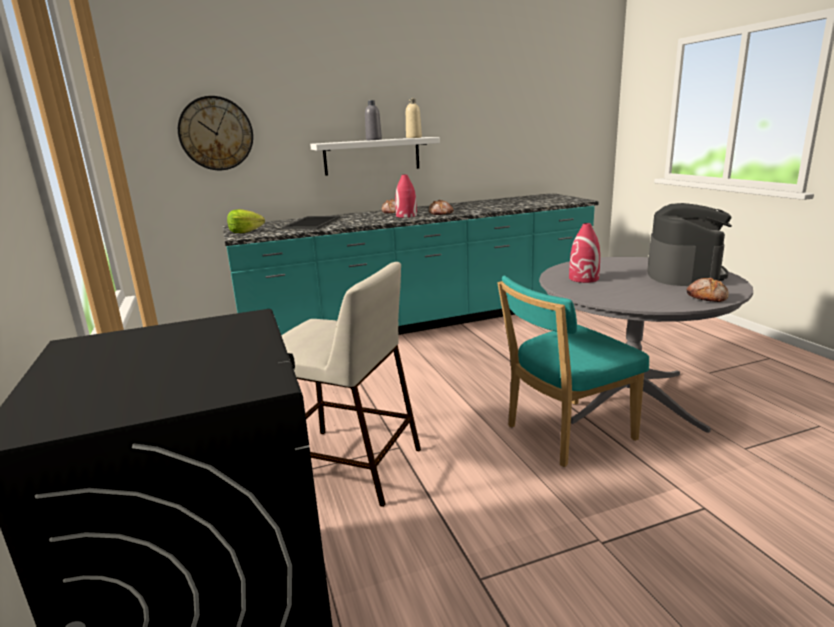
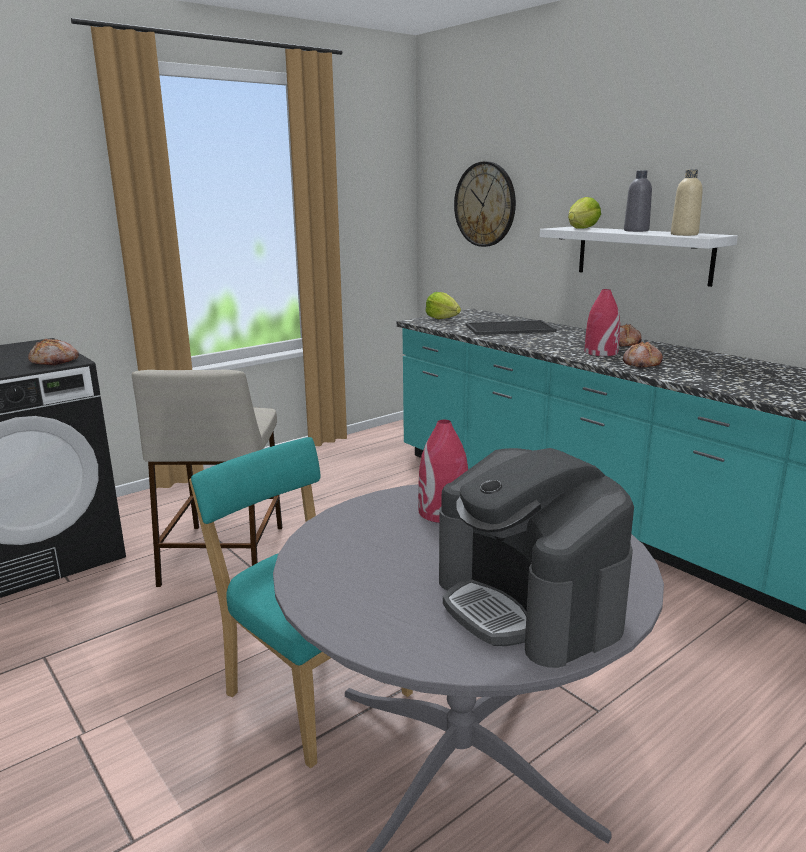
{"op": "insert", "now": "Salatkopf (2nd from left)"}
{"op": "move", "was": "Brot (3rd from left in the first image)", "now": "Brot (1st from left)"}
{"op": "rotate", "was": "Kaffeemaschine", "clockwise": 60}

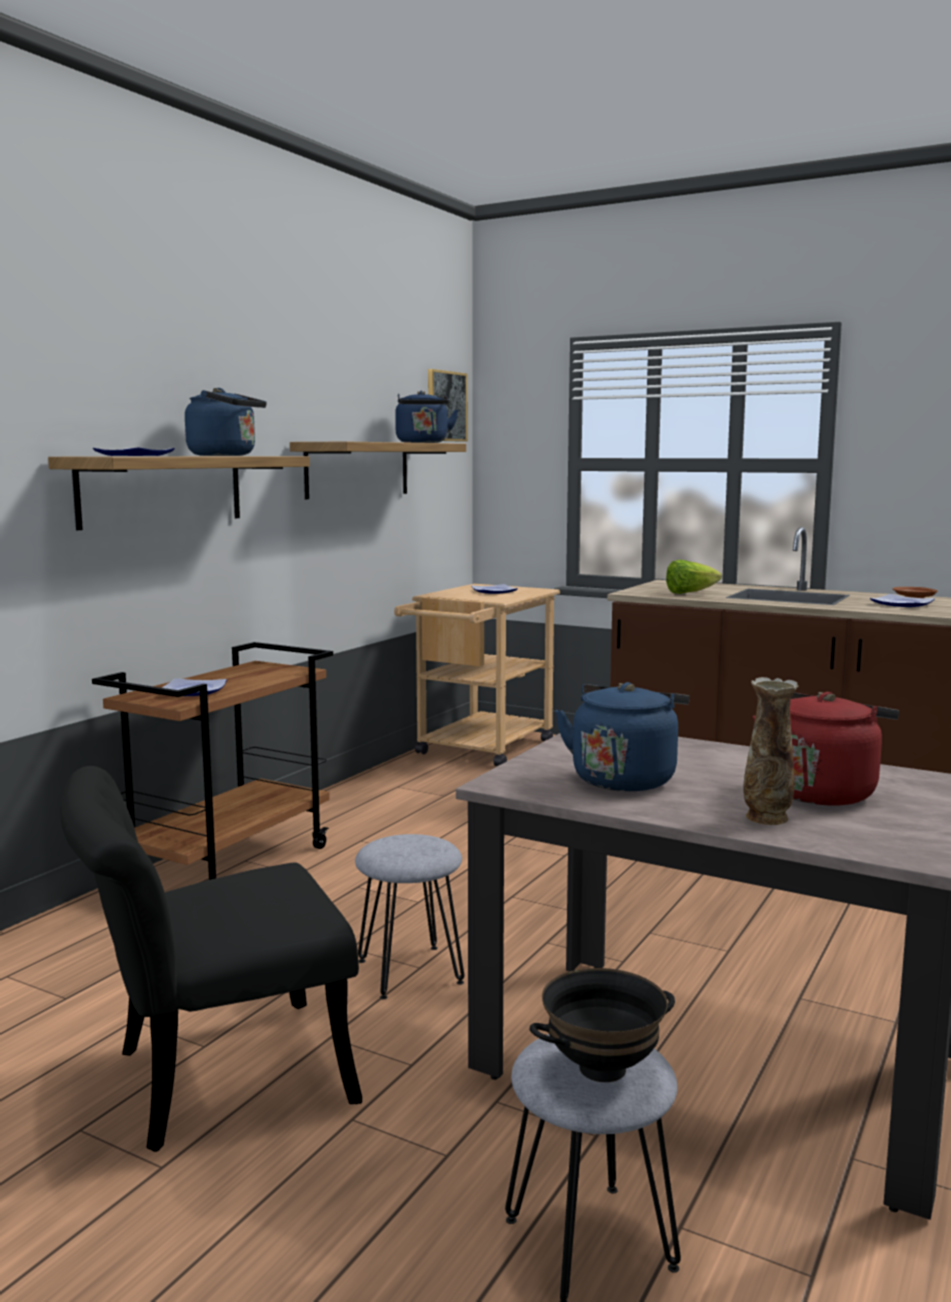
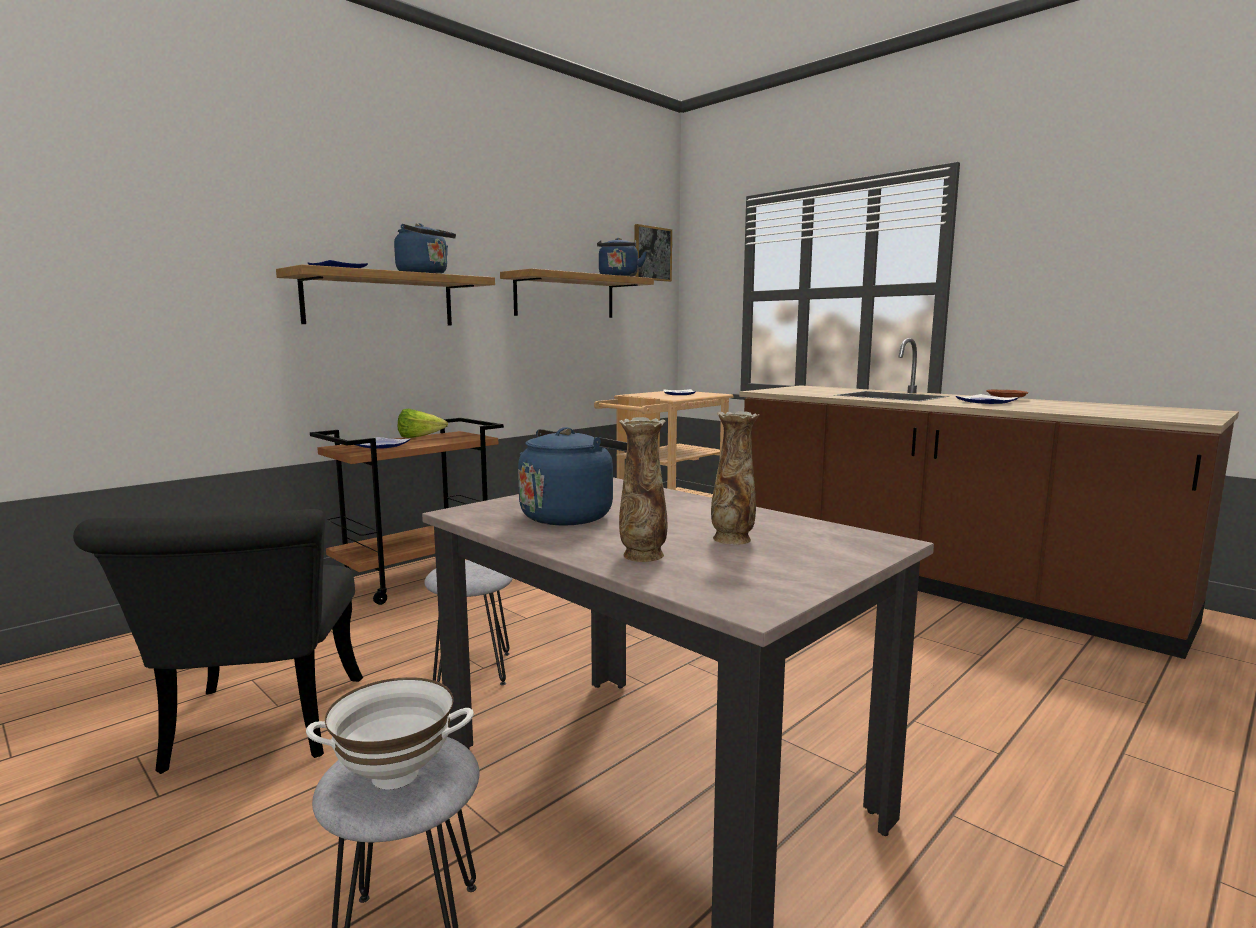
{"op": "move", "was": "Salatkopf"}
{"op": "replace", "was": "Wasserkessel/rot", "now": "Vase (2nd from left)"}
{"op": "recolor", "was": "Schüssel/schwarz", "now": "Schüssel/weiß"}
{"op": "rotate", "was": "Stuhl/schwarz", "clockwise": -90}

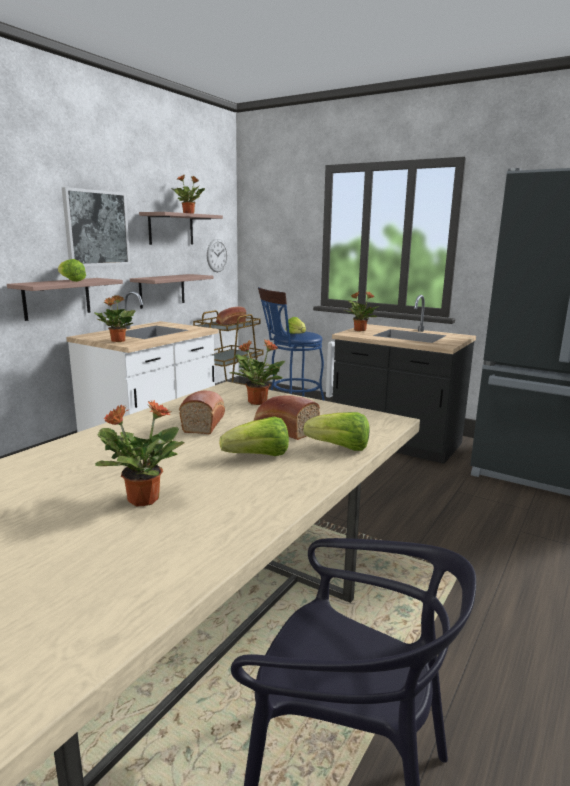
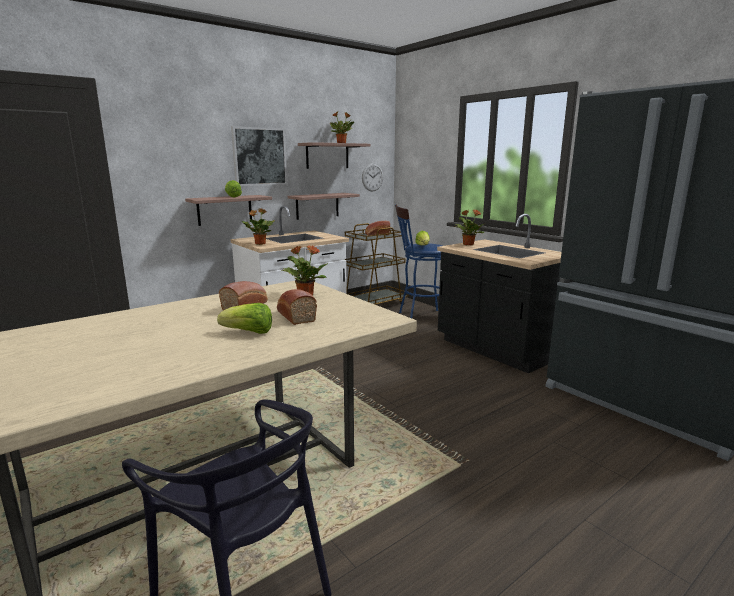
{"op": "delete", "was": "Topfpflanze (2nd from left)"}
{"op": "delete", "was": "Salatkopf (4th from left)"}

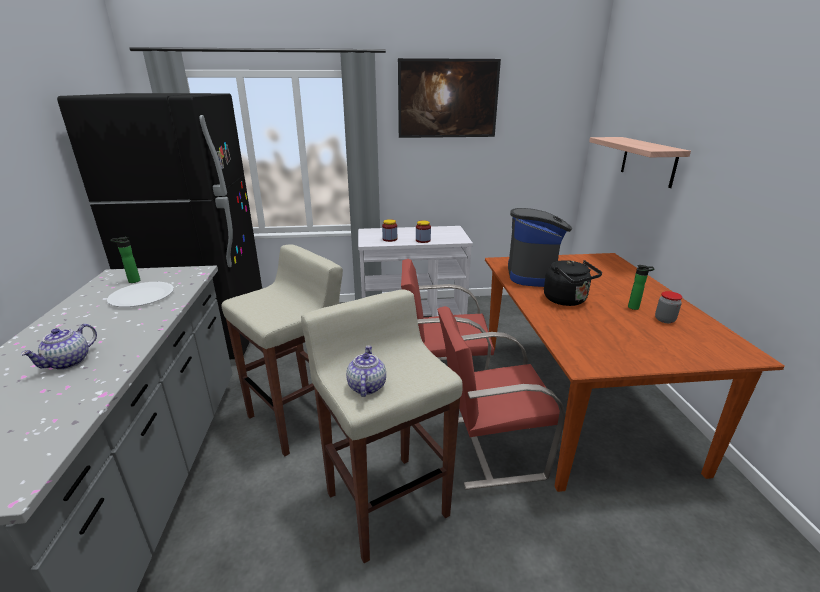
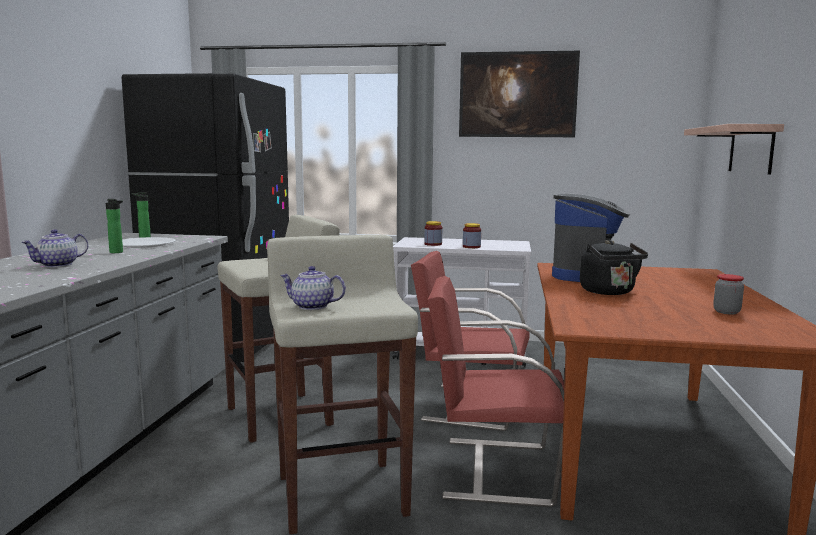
{"op": "move", "was": "Flasche (2nd from left in the first image)", "now": "Flasche (1st from left)"}
{"op": "rotate", "was": "Teekanne (2nd from left)", "clockwise": -90}

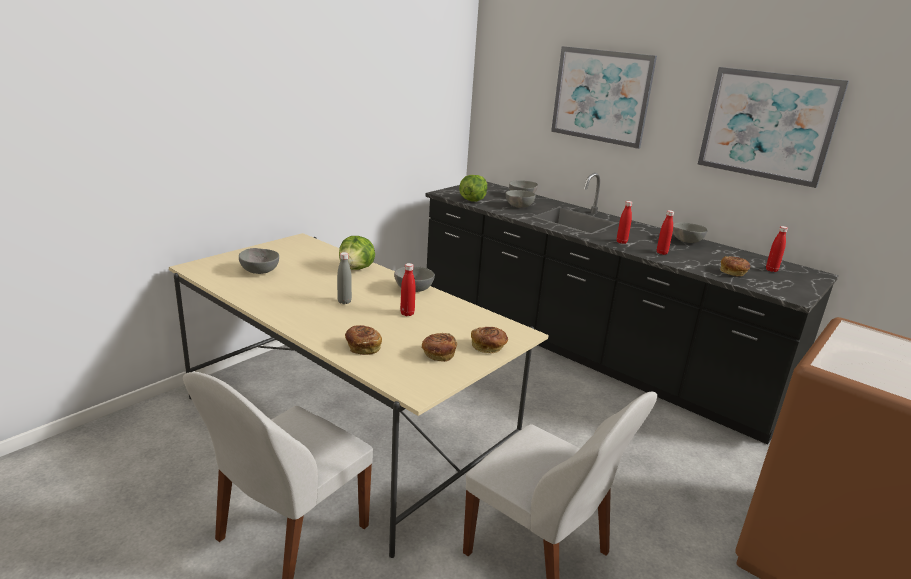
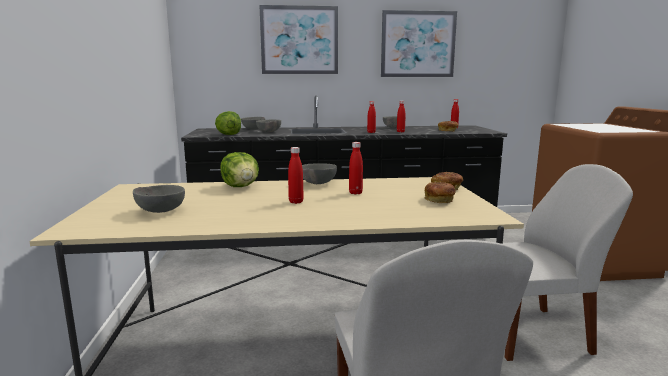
{"op": "delete", "was": "Brot (1st from left)"}
{"op": "recolor", "was": "Flasche/grau", "now": "Flasche/rot (1st from left)"}

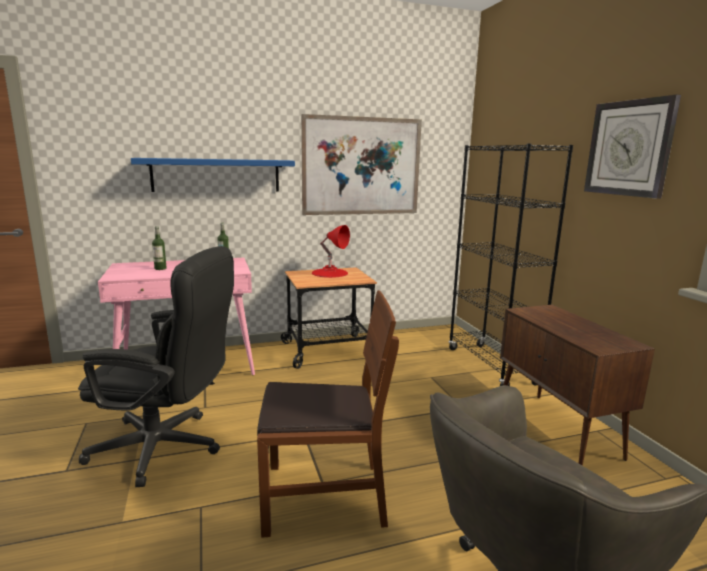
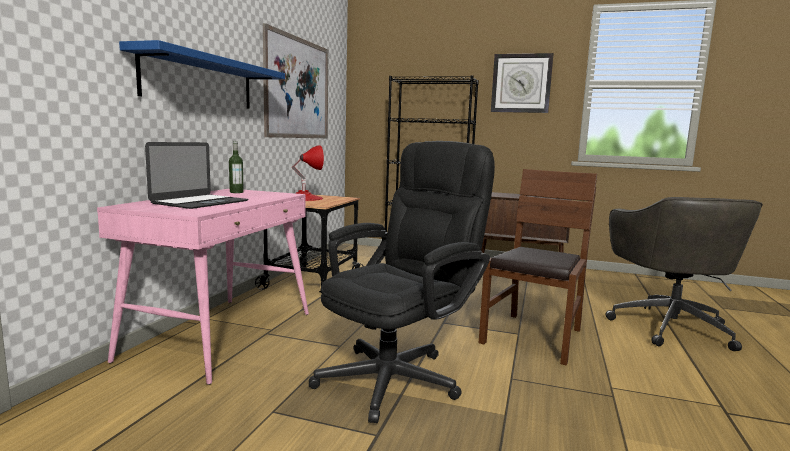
{"op": "replace", "was": "Flasche (1st from left)", "now": "Laptop"}

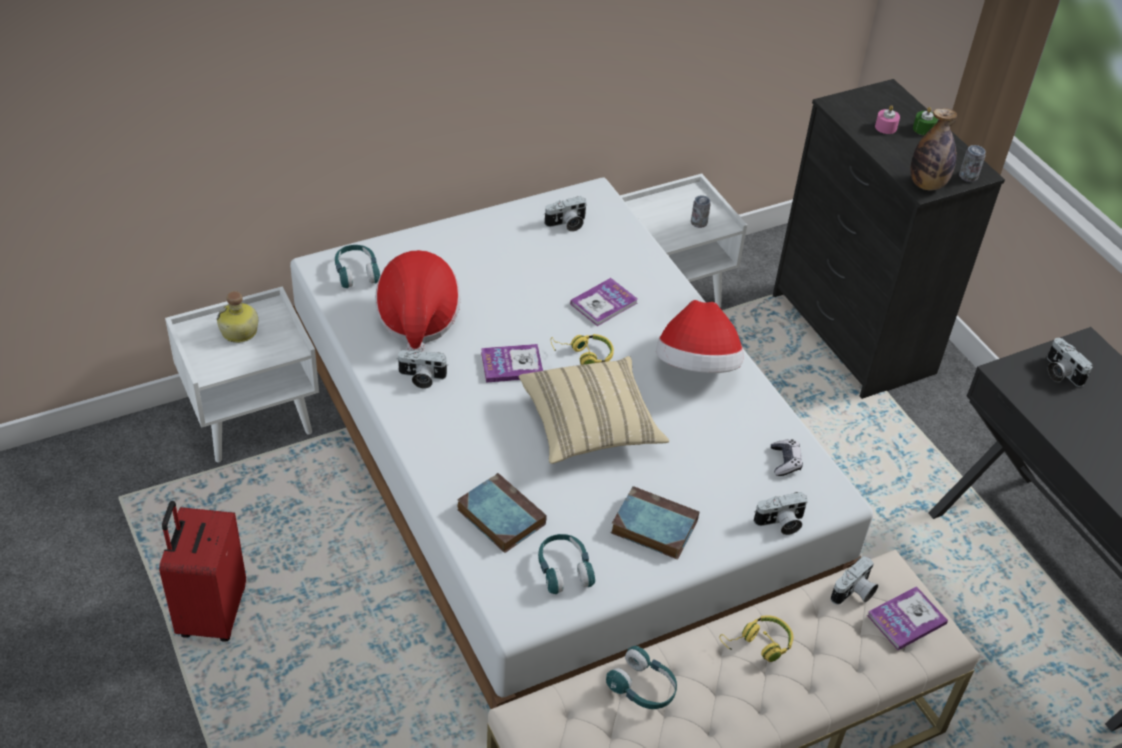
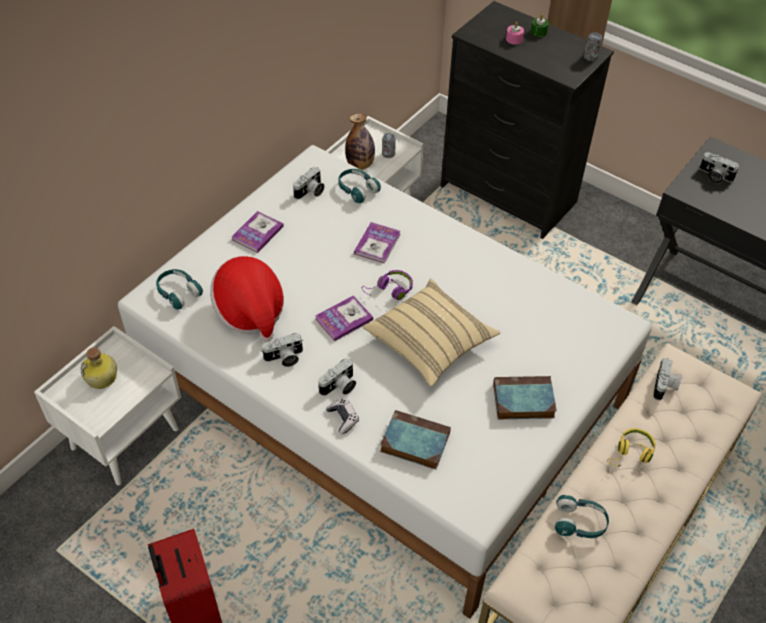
{"op": "delete", "was": "Hut (2nd from left)"}
{"op": "move", "was": "Kopfhörer/türkis (2nd from left)"}
{"op": "move", "was": "Kamera (3rd from left)"}
{"op": "move", "was": "Gamepad"}
{"op": "move", "was": "Buch (5th from left in the first image)", "now": "Buch (1st from left)"}
{"op": "move", "was": "Flasche (2nd from left)"}
{"op": "recolor", "was": "Kopfhörer/gelb (1st from left)", "now": "Kopfhörer/lila"}

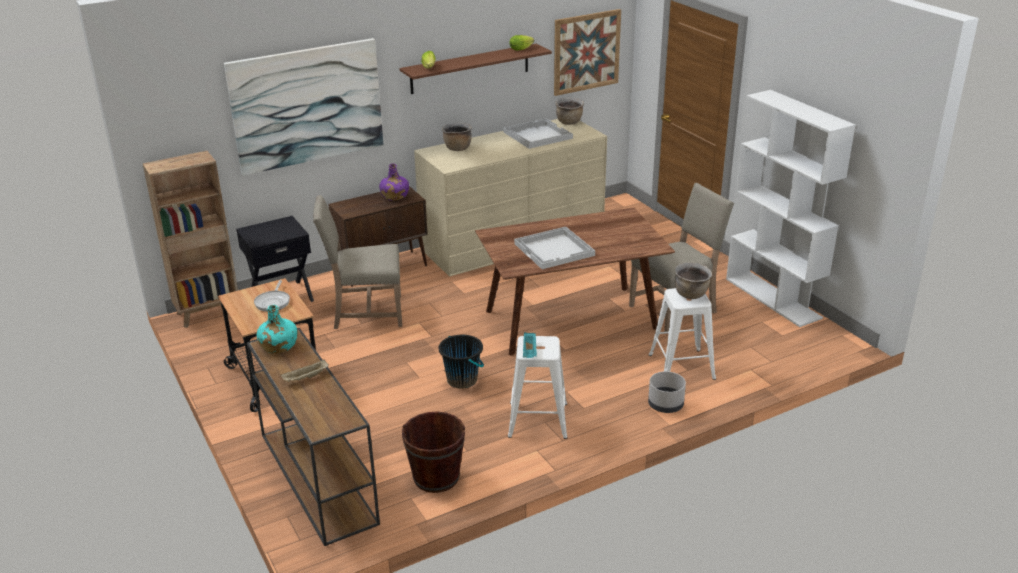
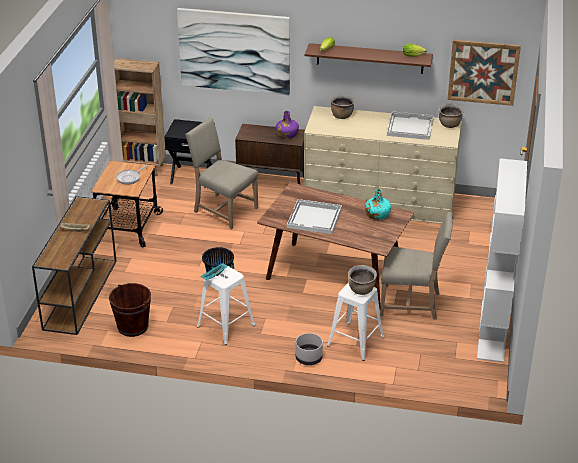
{"op": "move", "was": "Flasche/türkis"}

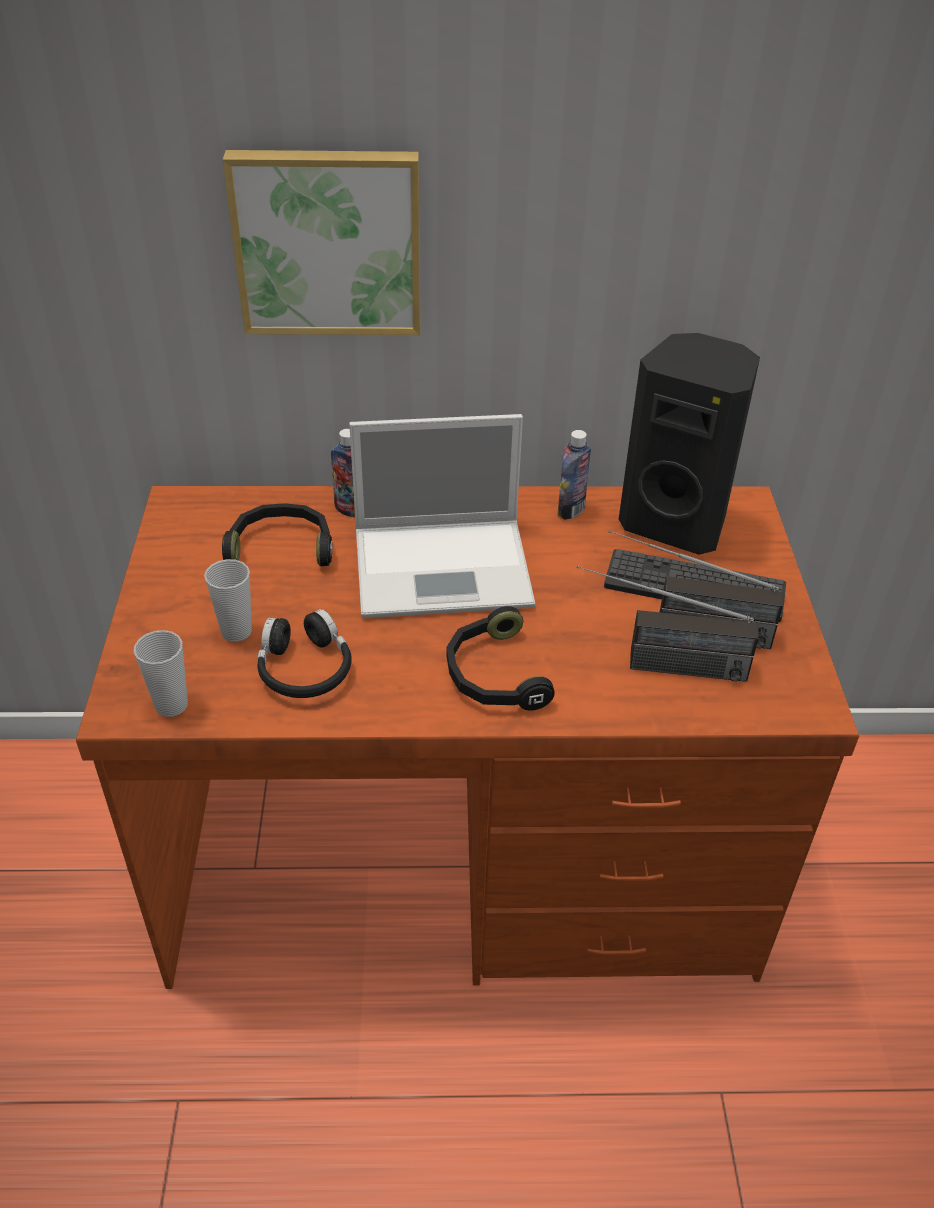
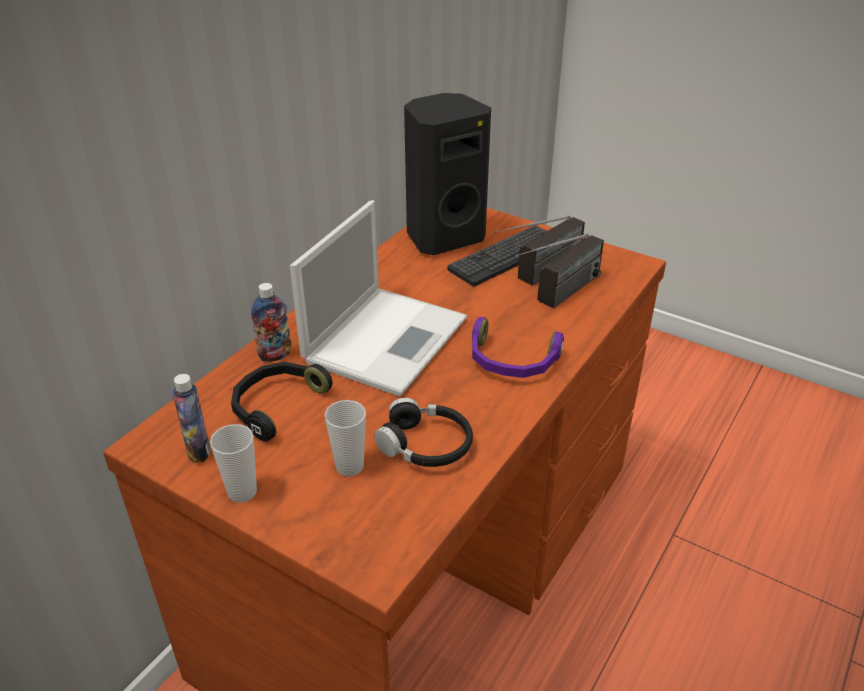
{"op": "delete", "was": "Bild"}
{"op": "move", "was": "Tasse (1st from left)"}
{"op": "move", "was": "Flasche (2nd from left in the first image)", "now": "Flasche (1st from left)"}
{"op": "recolor", "was": "Kopfhörer/schwarz (3rd from left)", "now": "Kopfhörer/lila"}

